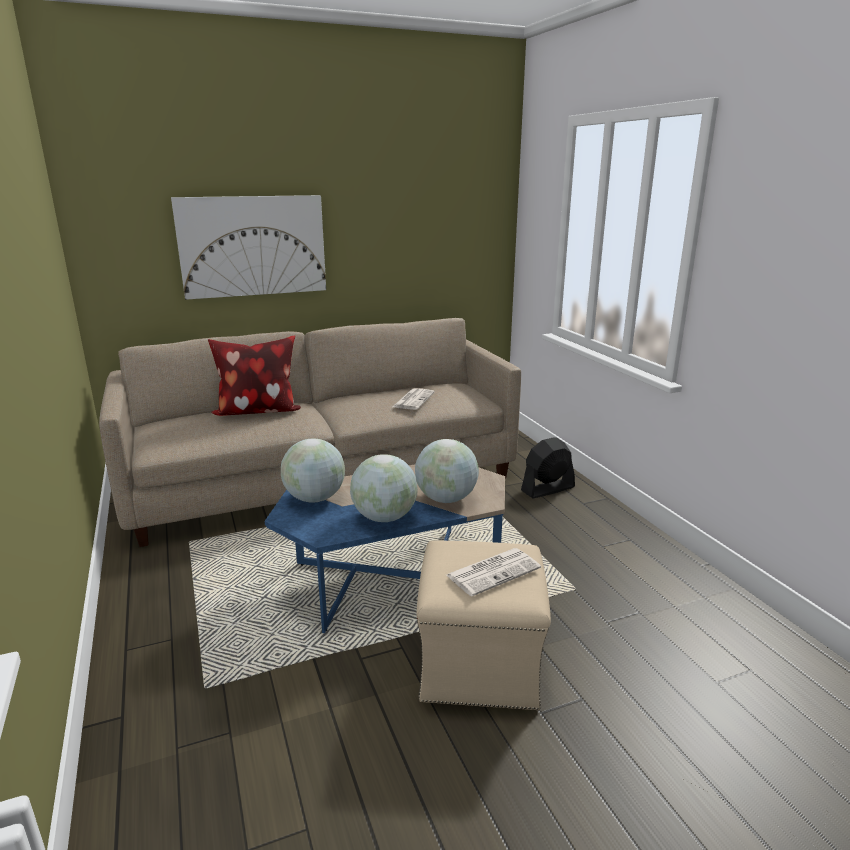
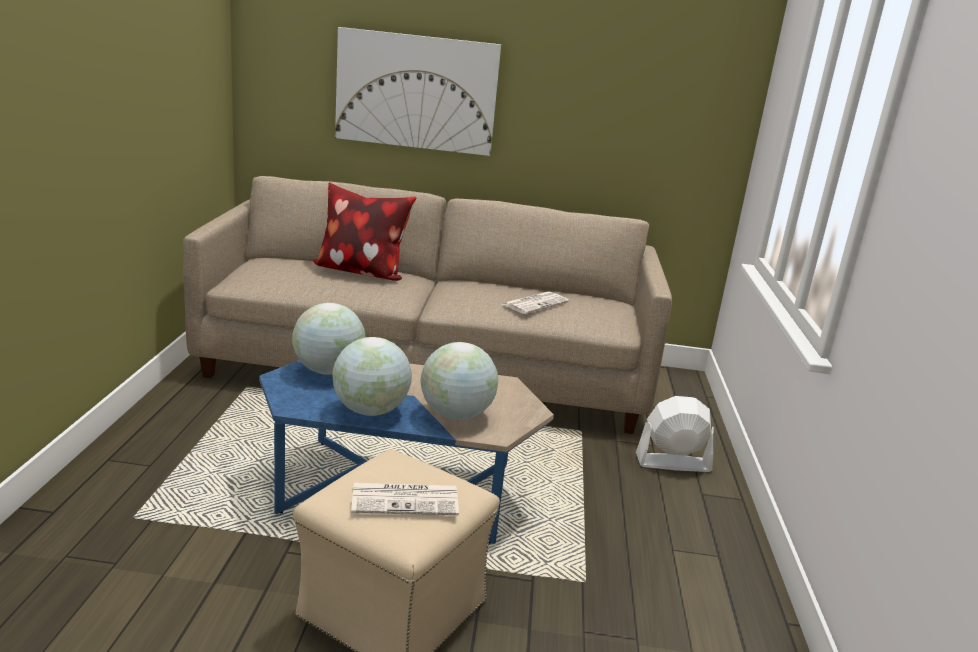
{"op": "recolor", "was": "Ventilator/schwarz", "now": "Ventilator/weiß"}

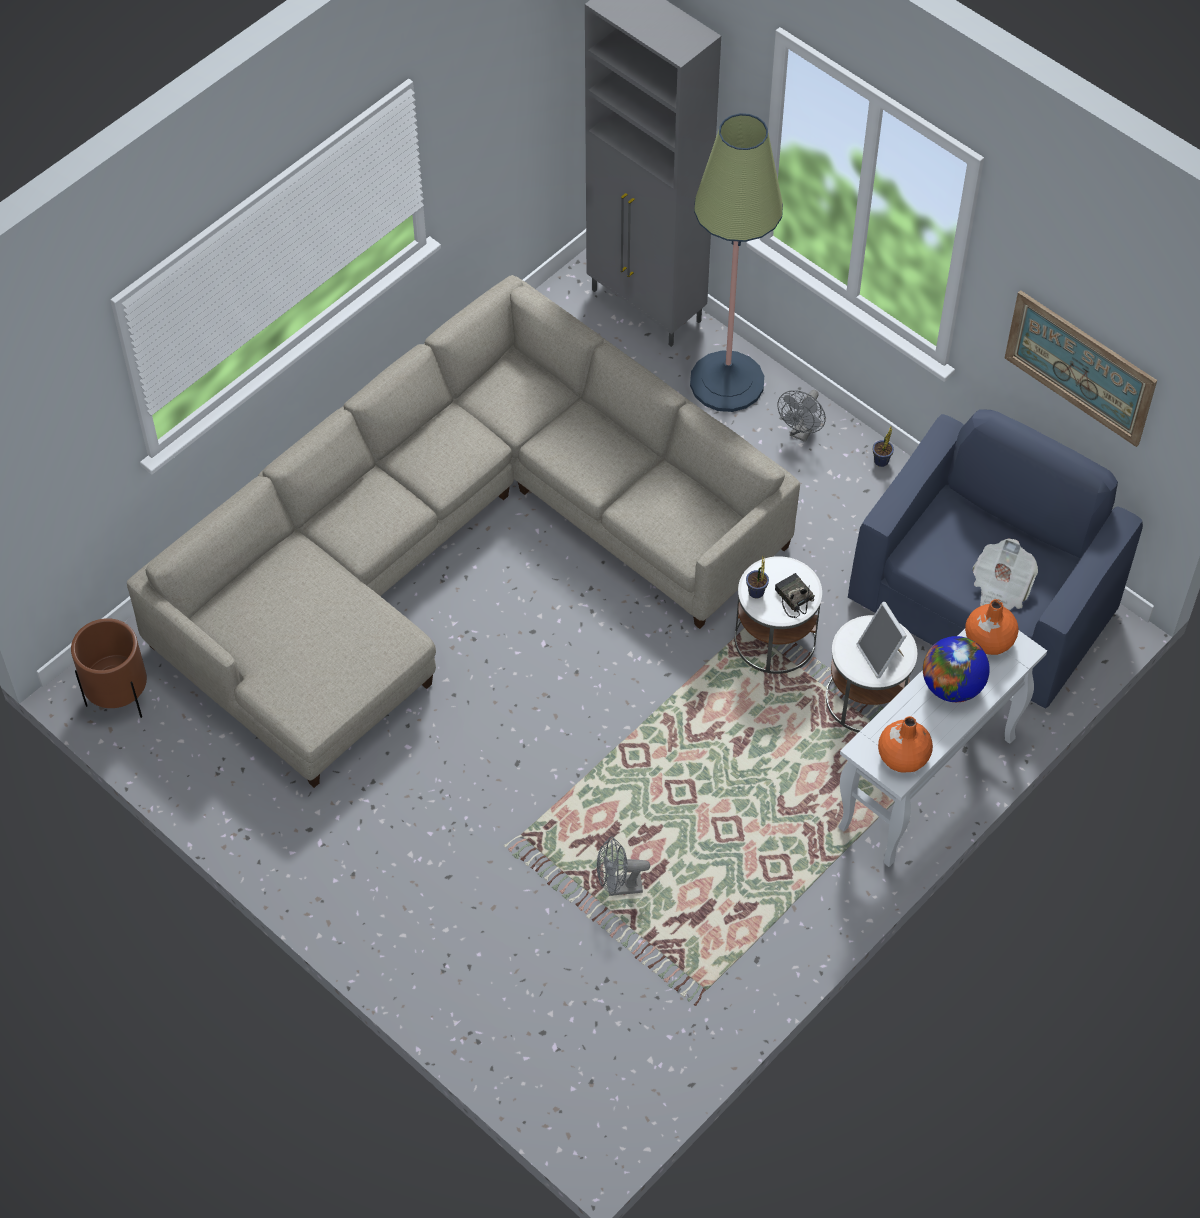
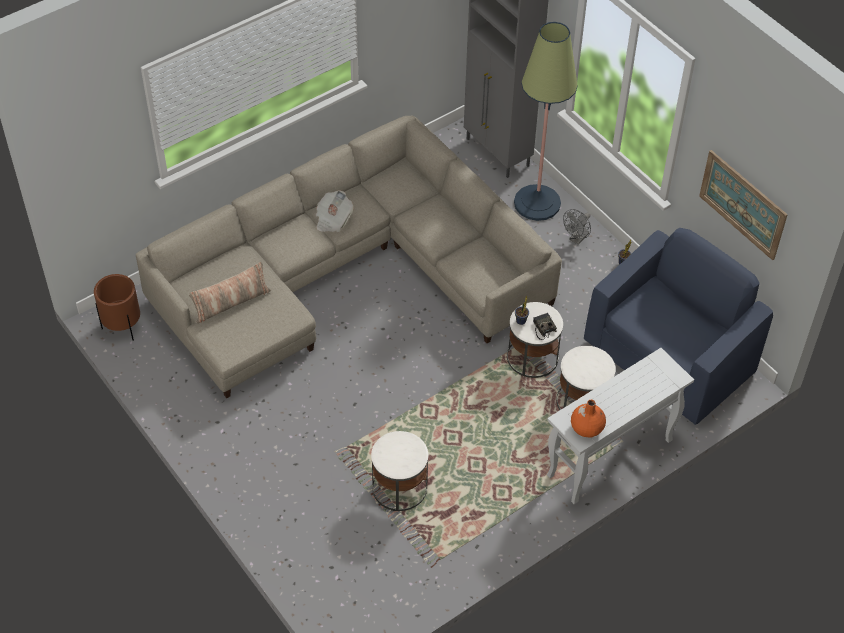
{"op": "delete", "was": "Bilderrahmen"}
{"op": "delete", "was": "Globus"}
{"op": "delete", "was": "Vase/orange (2nd from left)"}
{"op": "insert", "now": "Kissen"}
{"op": "move", "was": "Zeitung"}
{"op": "replace", "was": "Ventilator/grau (1st from left)", "now": "Beistelltisch/weiß (1st from left)"}

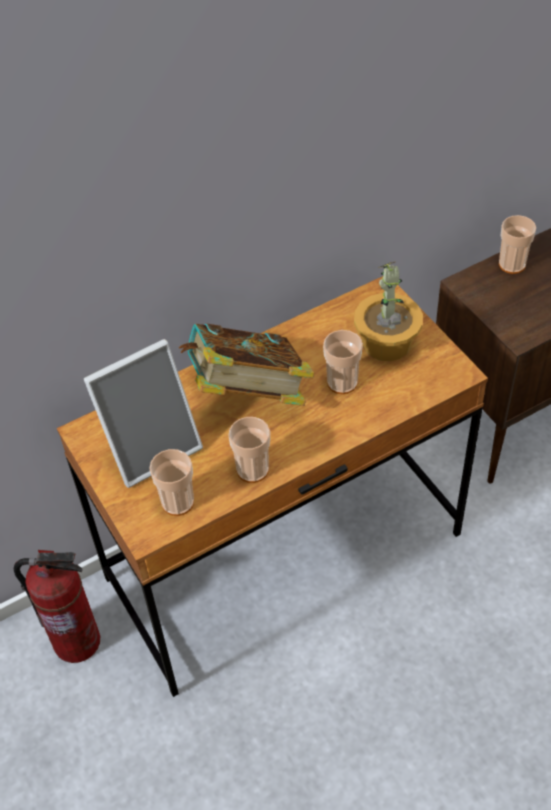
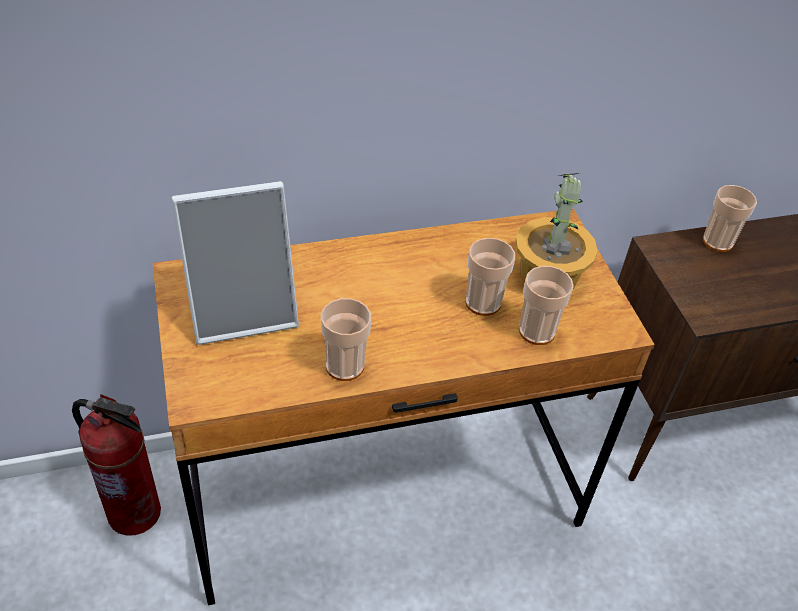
{"op": "delete", "was": "Buch"}
{"op": "move", "was": "Tasse (1st from left in the first image)", "now": "Tasse (3rd from left)"}

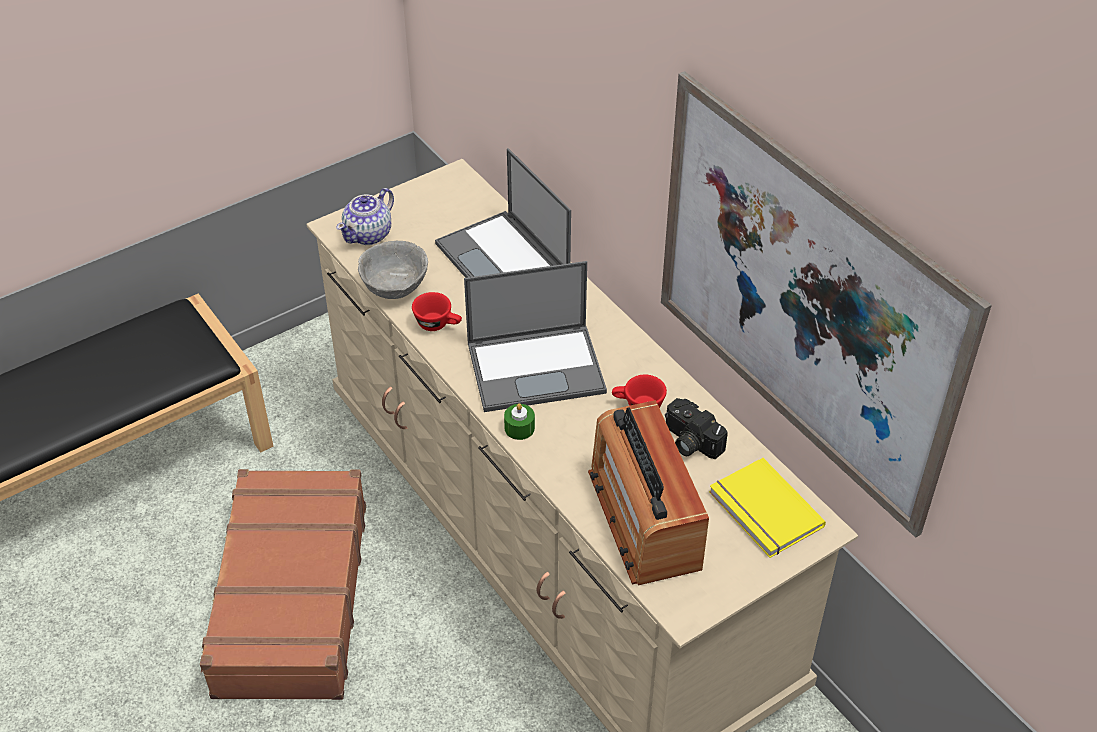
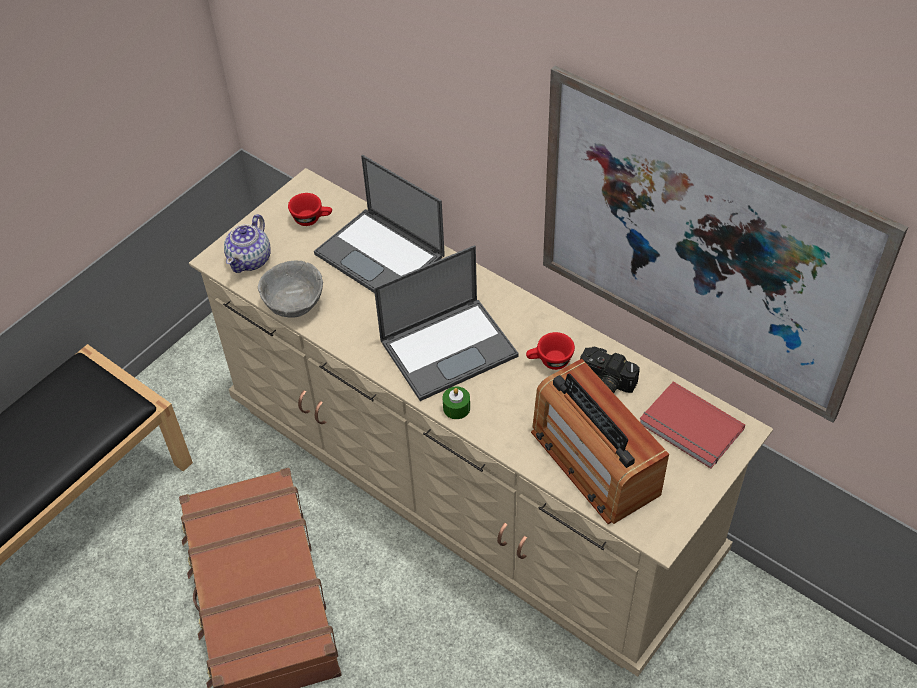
{"op": "move", "was": "Tasse/rot (1st from left)"}
{"op": "recolor", "was": "Buch/gelb", "now": "Buch/rot"}

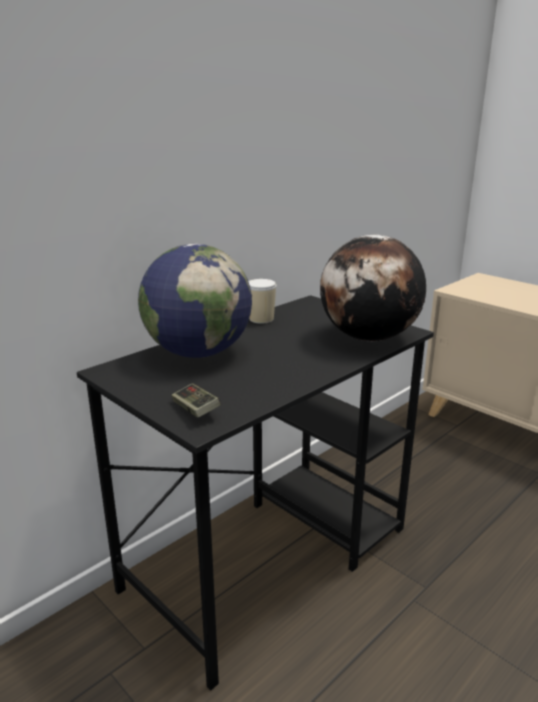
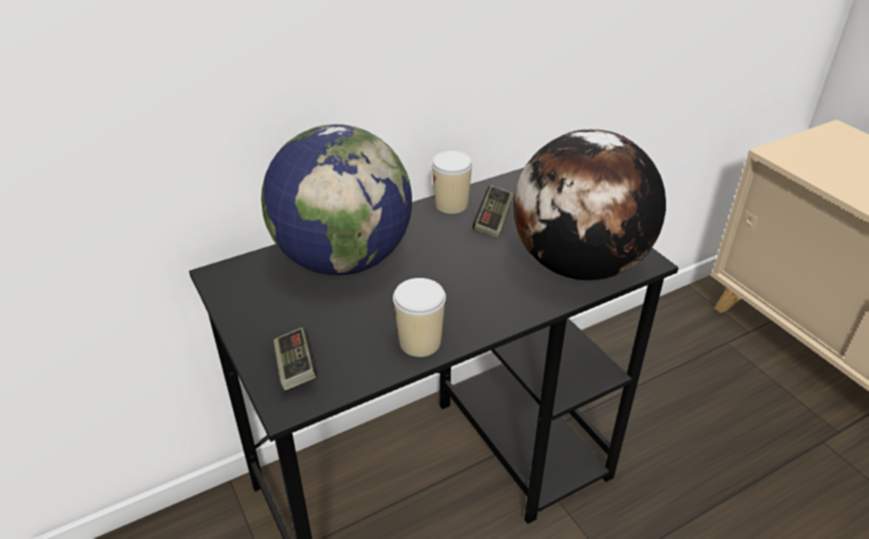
{"op": "insert", "now": "Tasse (1st from left)"}
{"op": "insert", "now": "Gamepad (2nd from left)"}

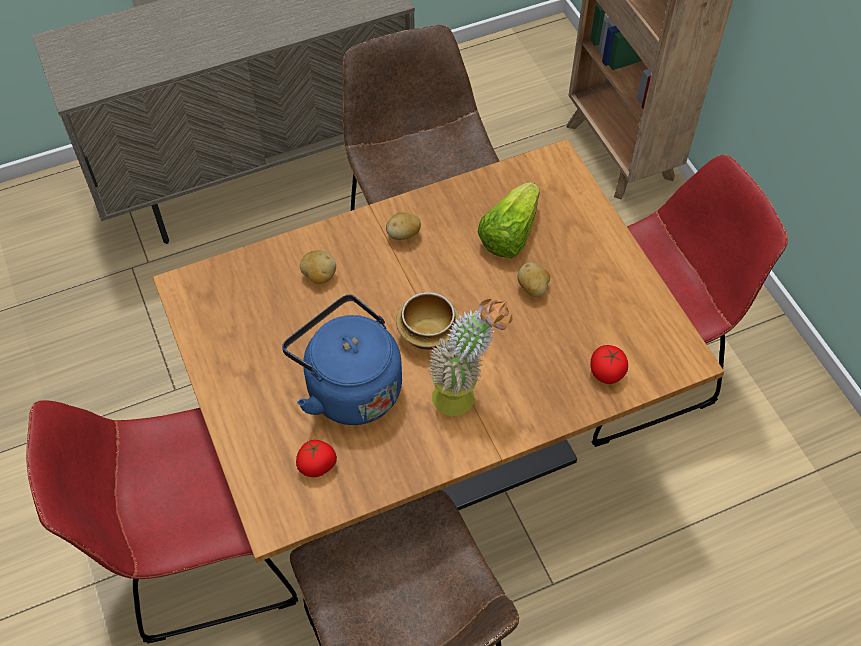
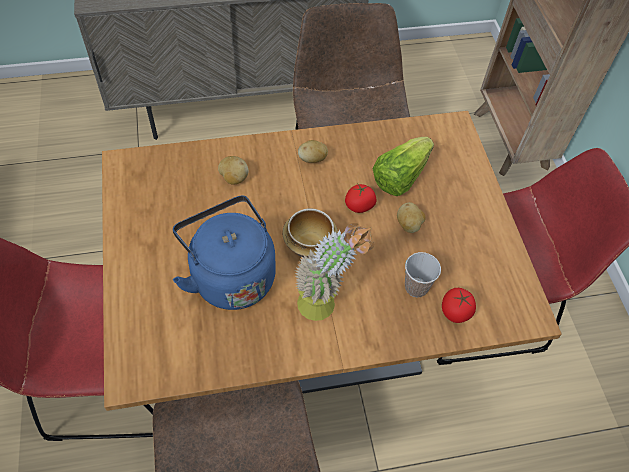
{"op": "insert", "now": "Tasse"}
{"op": "move", "was": "Tomate (1st from left)"}

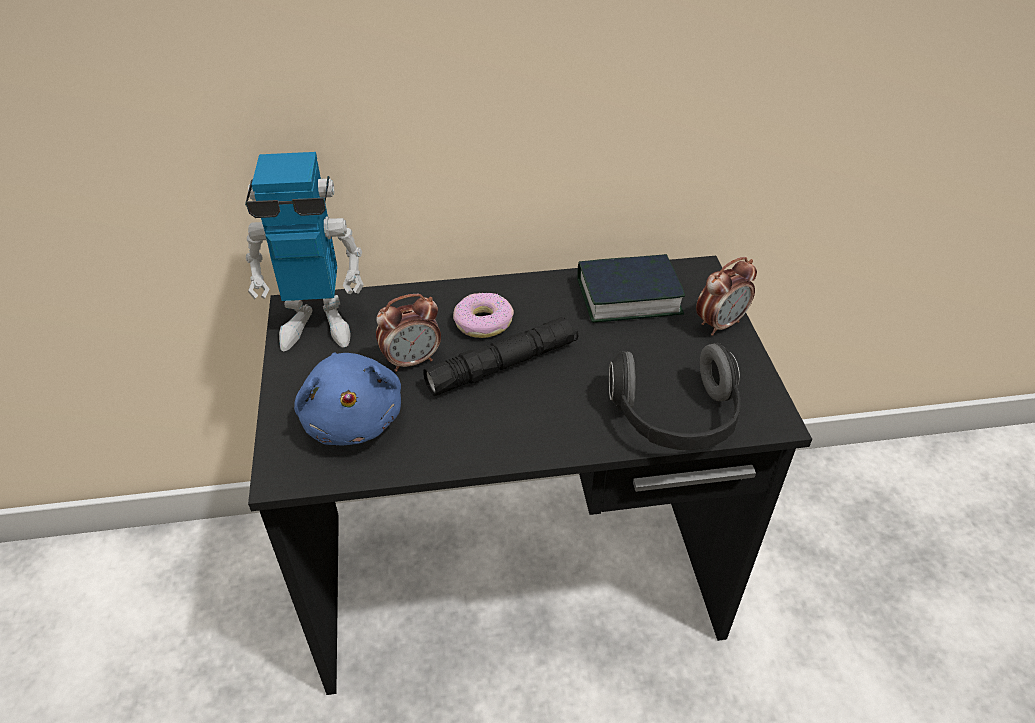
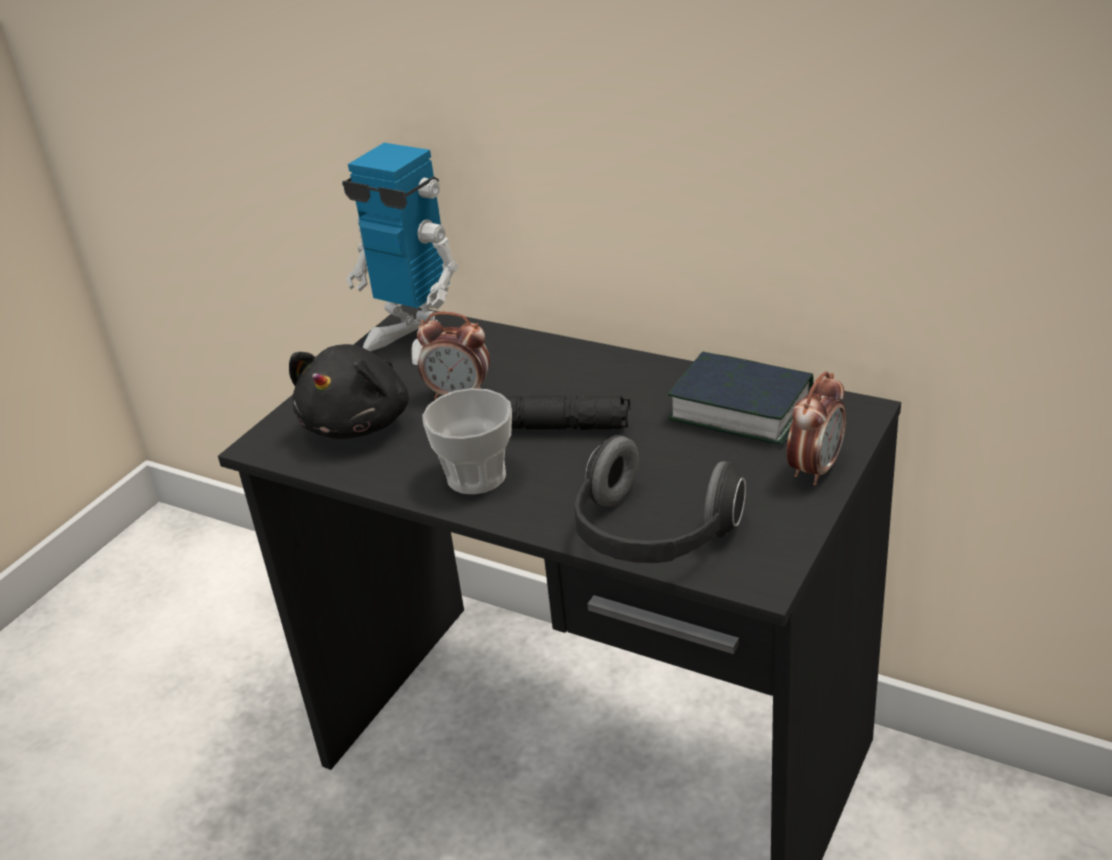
{"op": "delete", "was": "Donut"}
{"op": "insert", "now": "Tasse"}
{"op": "recolor", "was": "Plüschtier/blau", "now": "Plüschtier/schwarz"}
{"op": "rotate", "was": "Wecker (2nd from left)", "clockwise": -60}

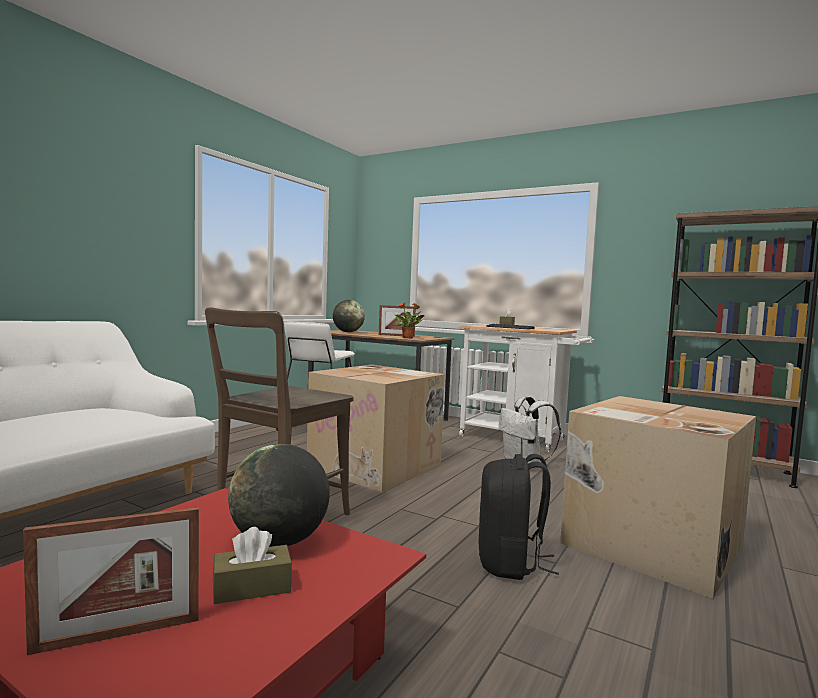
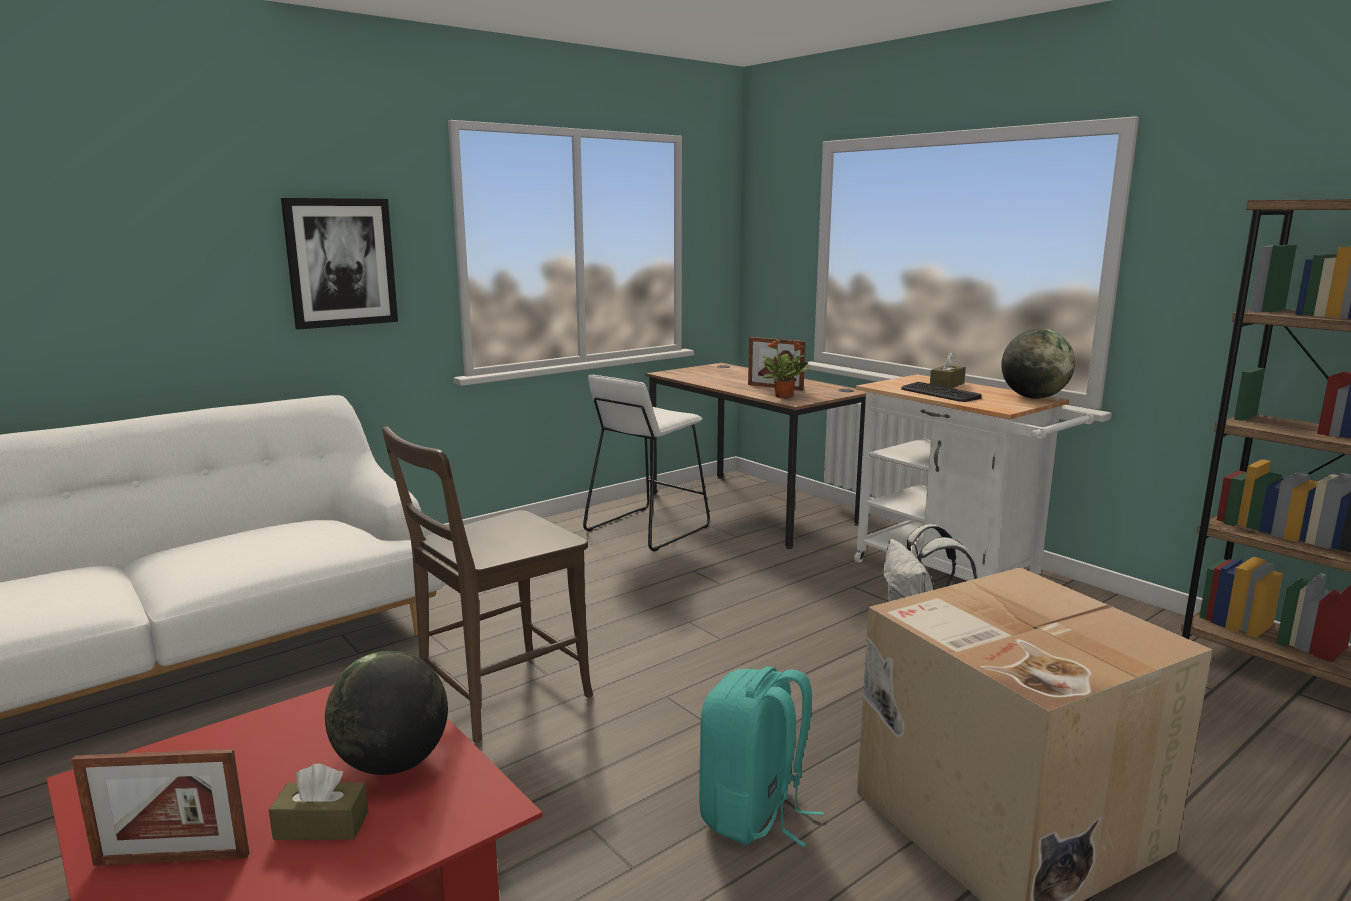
{"op": "delete", "was": "Karton (1st from left)"}
{"op": "insert", "now": "Bild"}
{"op": "move", "was": "Globus (2nd from left)"}
{"op": "recolor", "was": "Rucksack/schwarz", "now": "Rucksack/türkis"}

